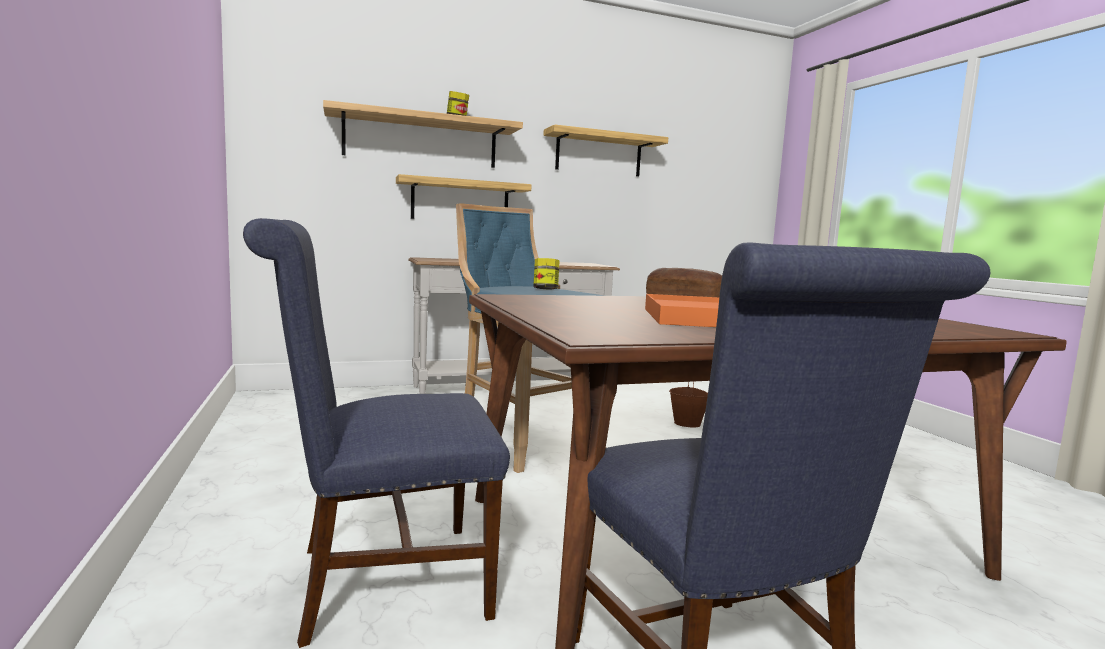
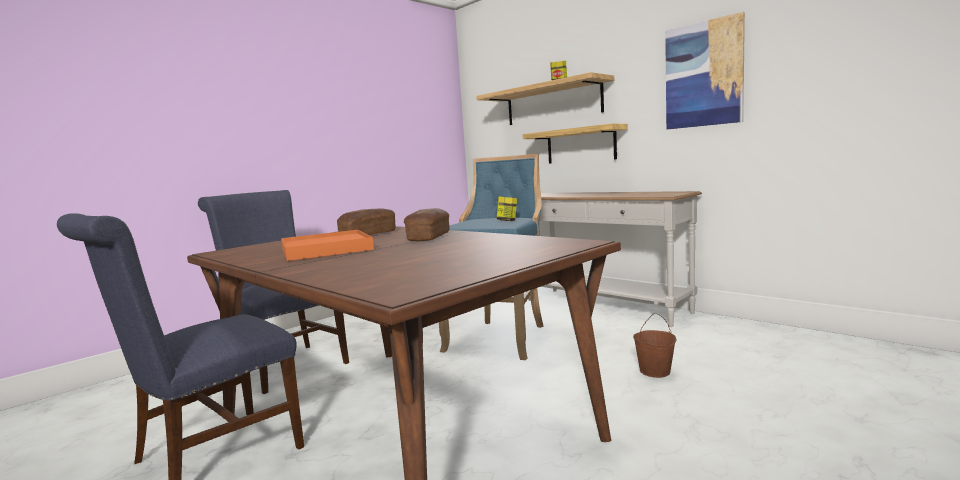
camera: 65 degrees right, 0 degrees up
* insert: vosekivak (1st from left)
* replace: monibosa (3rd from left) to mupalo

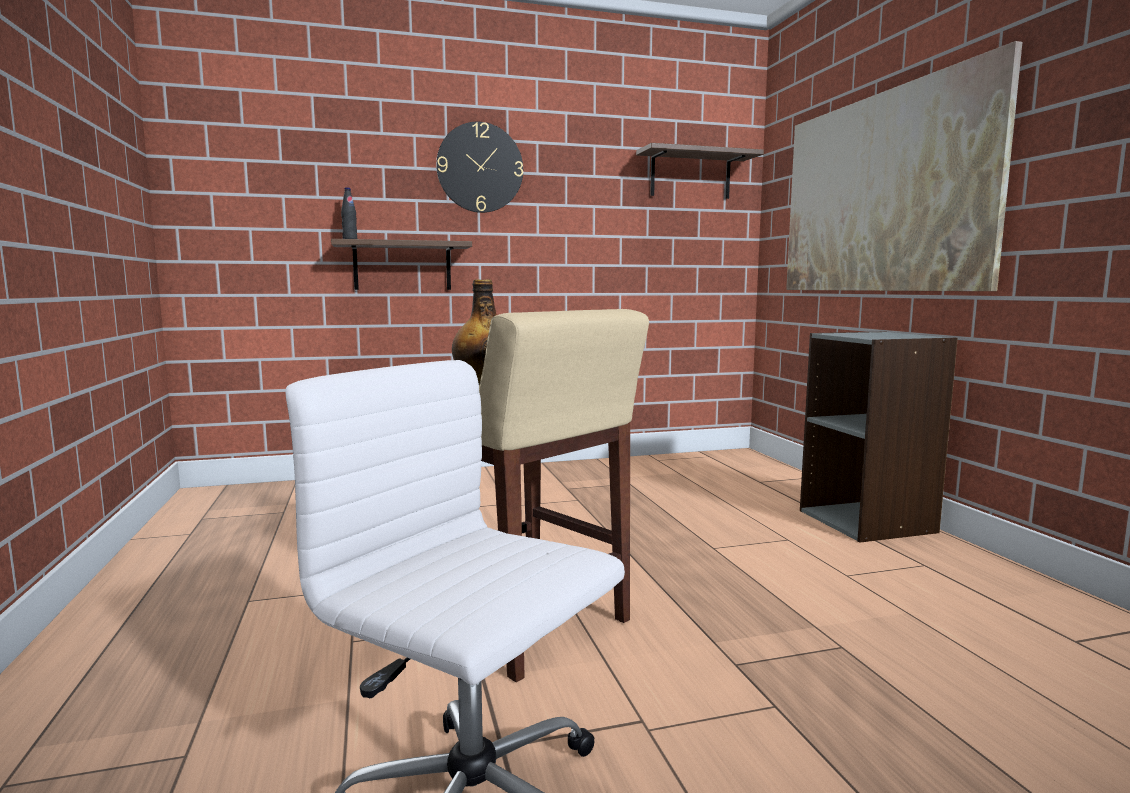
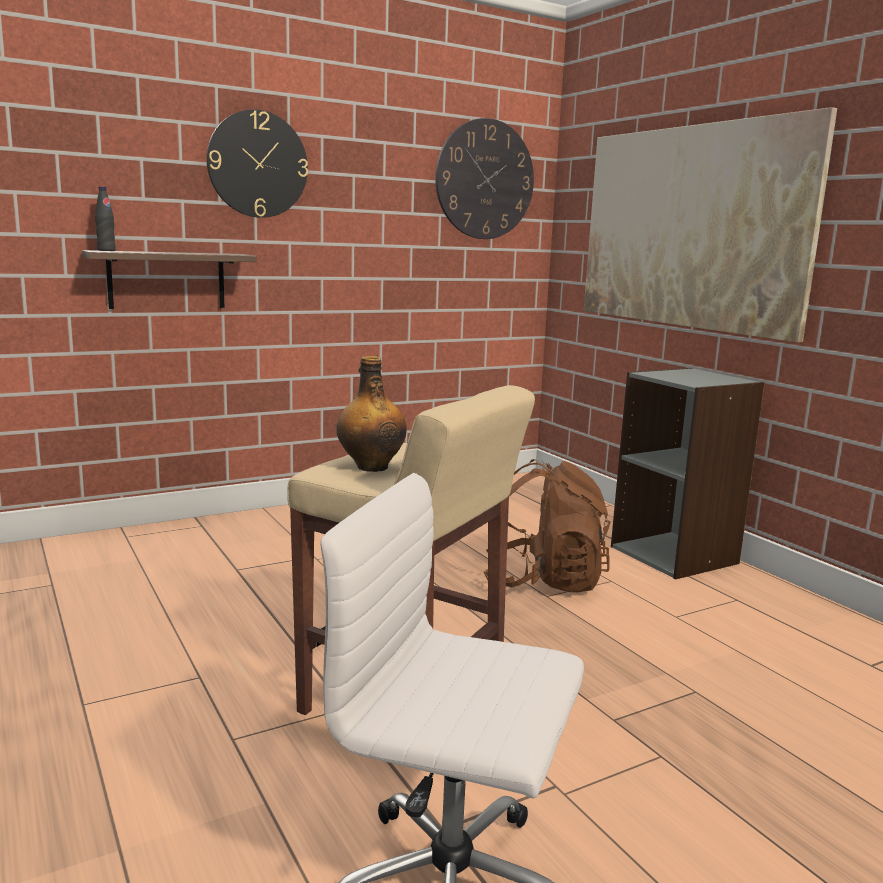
camera: 15 degrees left, 5 degrees up
* replace: monibosa (2nd from left) to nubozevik (2nd from left)
* insert: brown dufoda

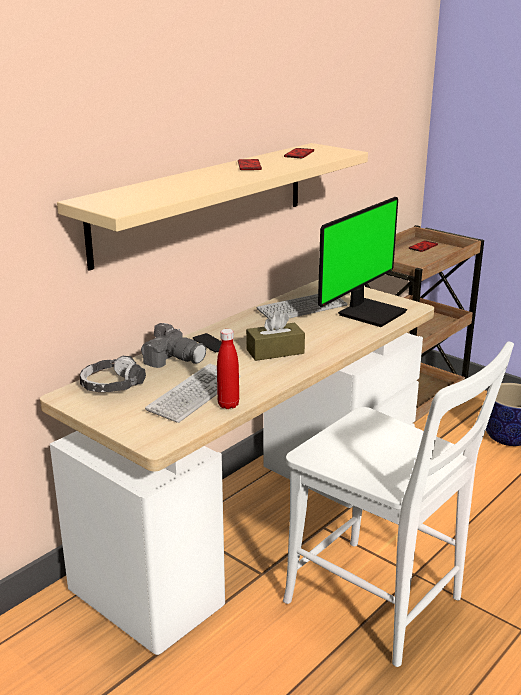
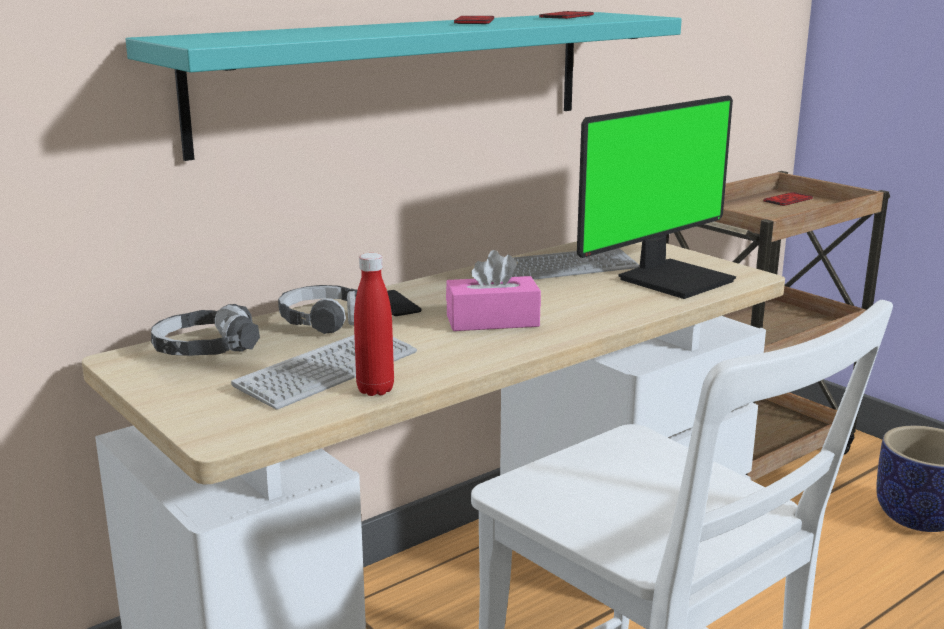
camera: 10 degrees right, 5 degrees down
* recolor: beige monibosa to turquoise monibosa
* replace: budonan to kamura (2nd from left)
* recolor: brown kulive to pink kulive

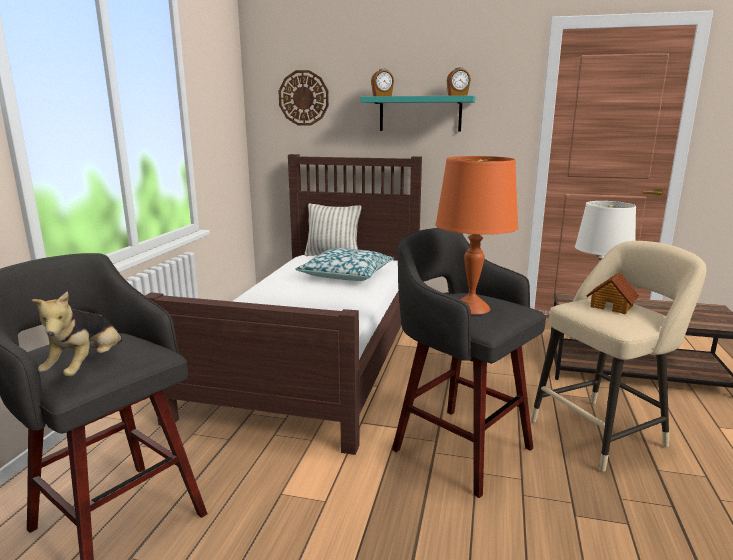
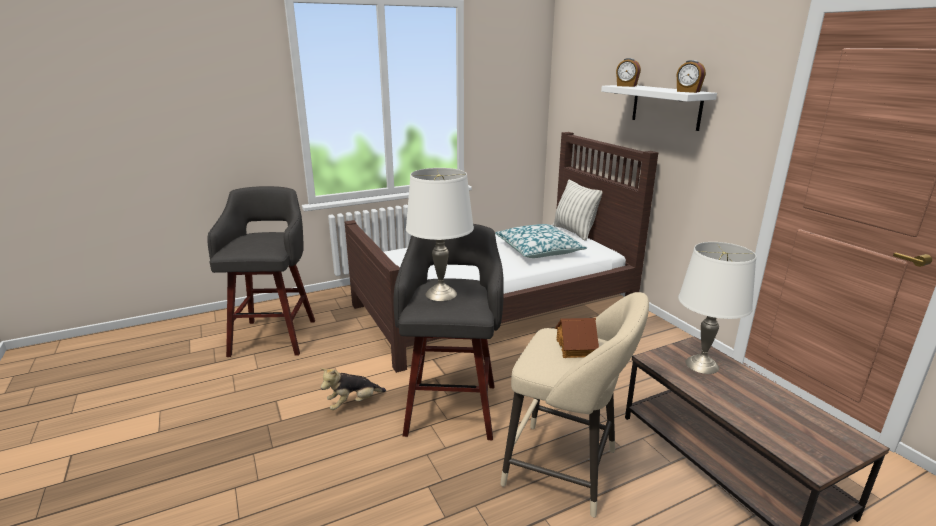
camera: 50 degrees right, 5 degrees up
* move: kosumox
* recolor: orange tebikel to white tebikel (1st from left)
* recolor: turquoise monibosa to white monibosa
* delete: nubozevik

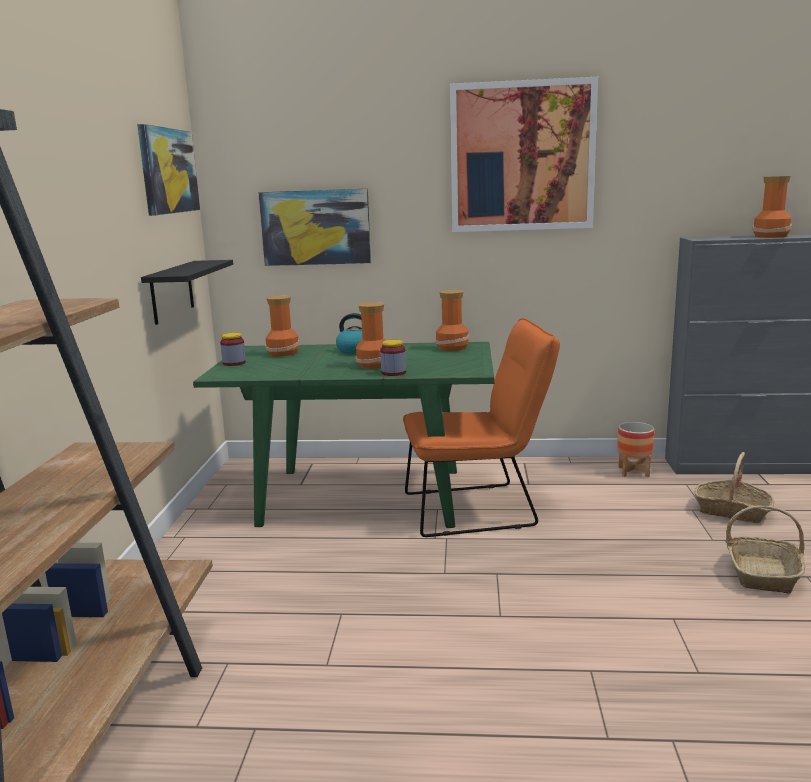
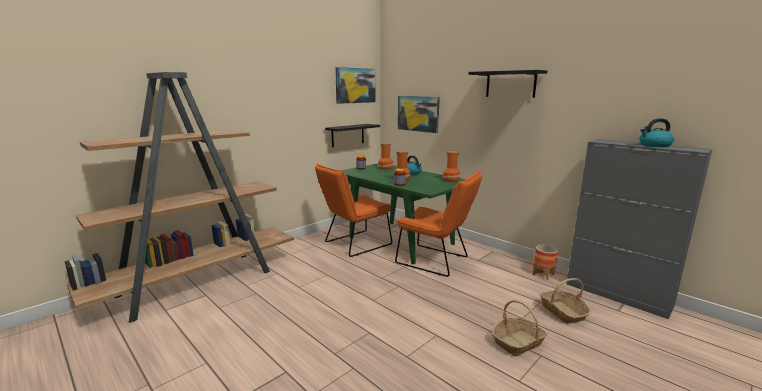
camera: 40 degrees right, 0 degrees up
* insert: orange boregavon (1st from left)
* replace: mupalo (3rd from left) to black monibosa (2nd from left)
* replace: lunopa (4th from left) to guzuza (2nd from left)

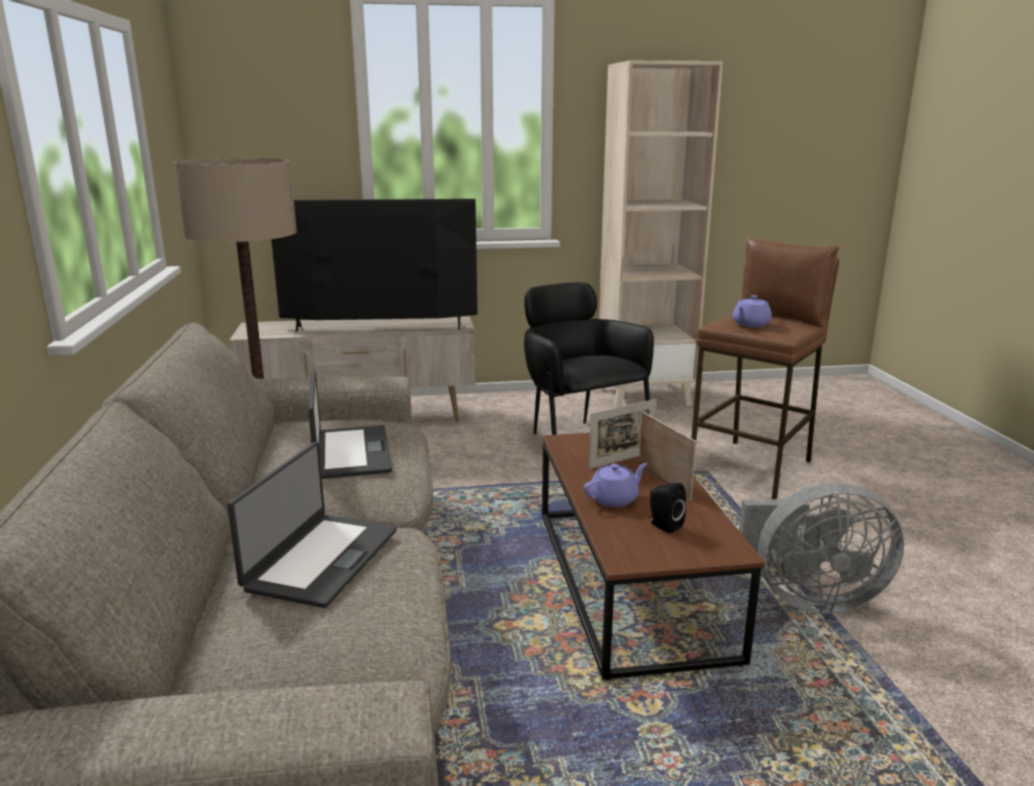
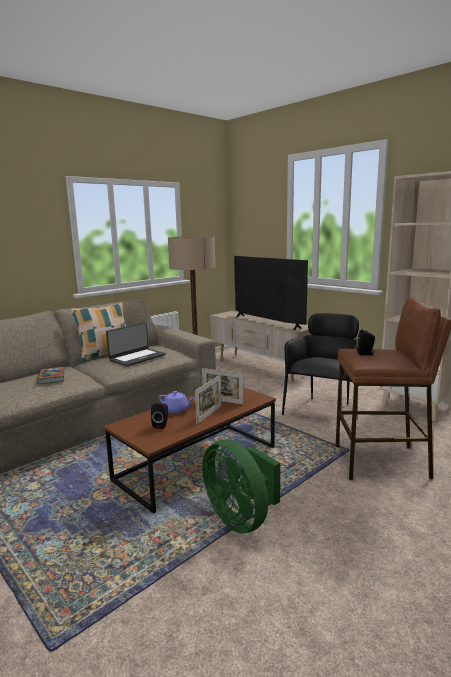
camera: 55 degrees right, 5 degrees down
* replace: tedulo (1st from left) to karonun
* insert: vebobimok
* recolor: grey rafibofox to green rafibofox
* replace: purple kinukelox (2nd from left) to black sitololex (2nd from left)

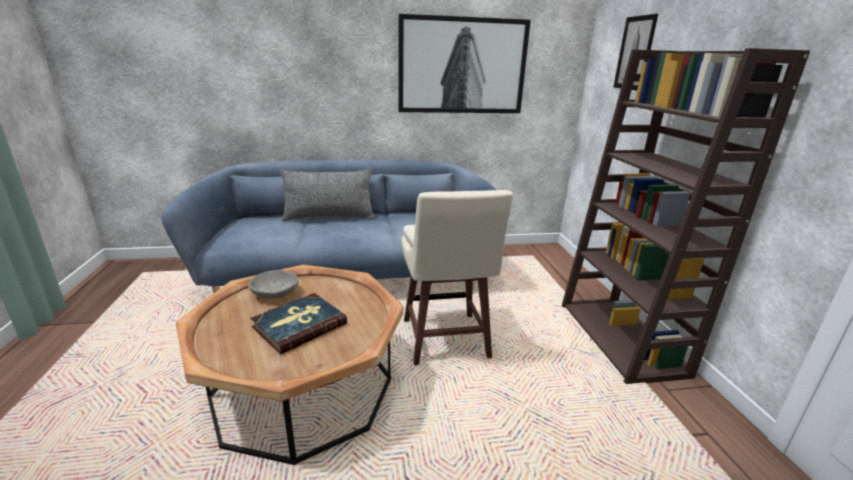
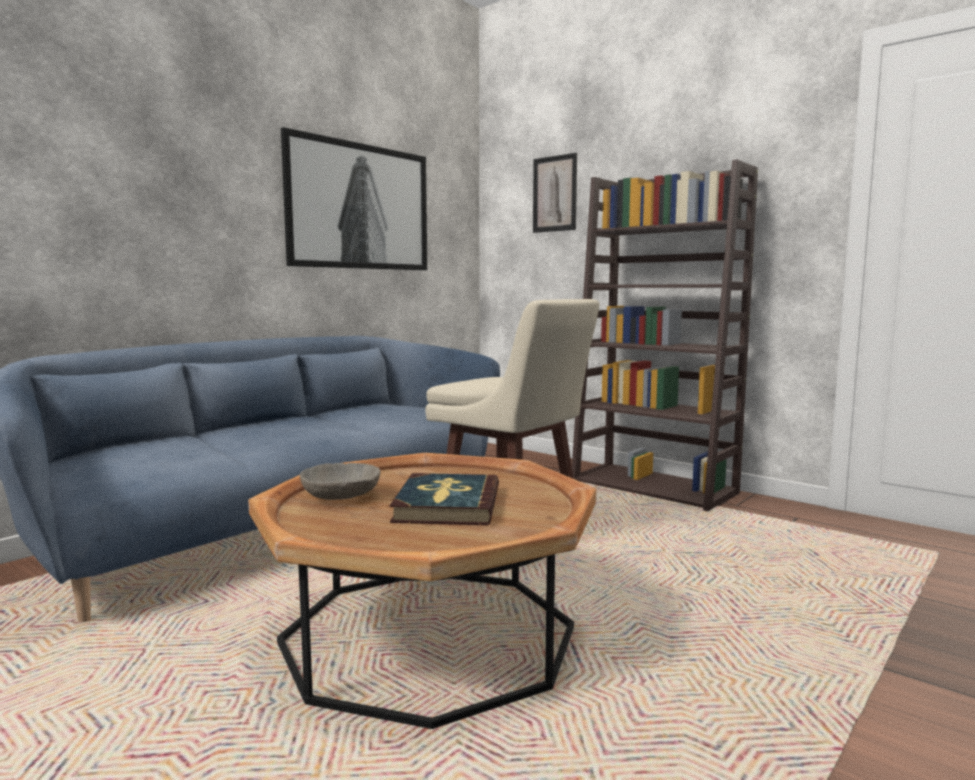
camera: 40 degrees left, 15 degrees down
* delete: grey vebobimok

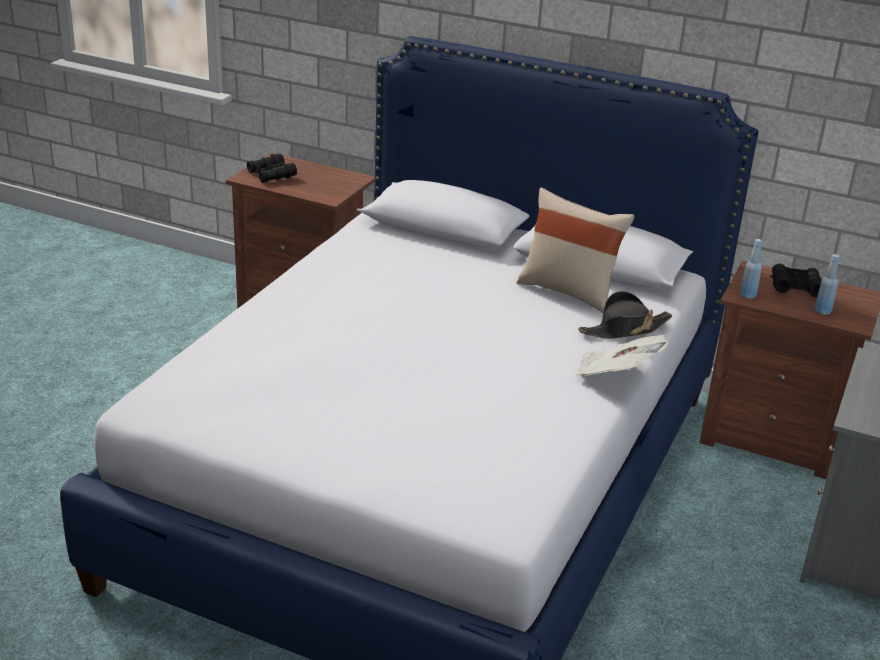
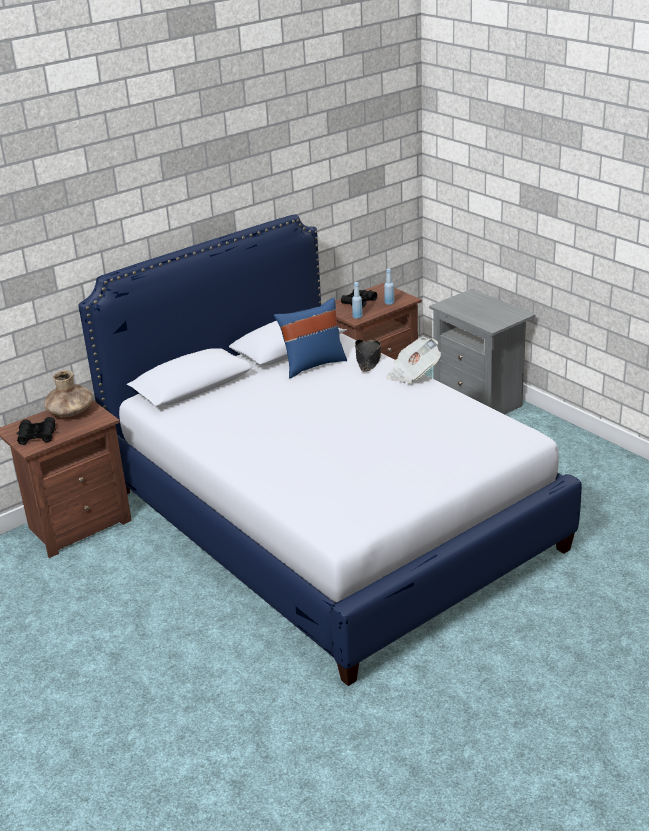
camera: 60 degrees left, 0 degrees up
* insert: brown lunopa
* recolor: beige vebobimok to blue vebobimok

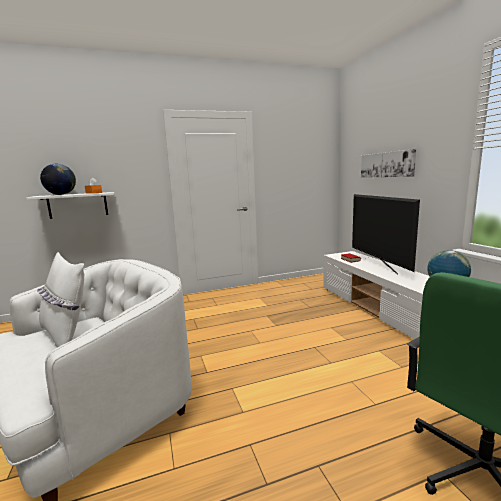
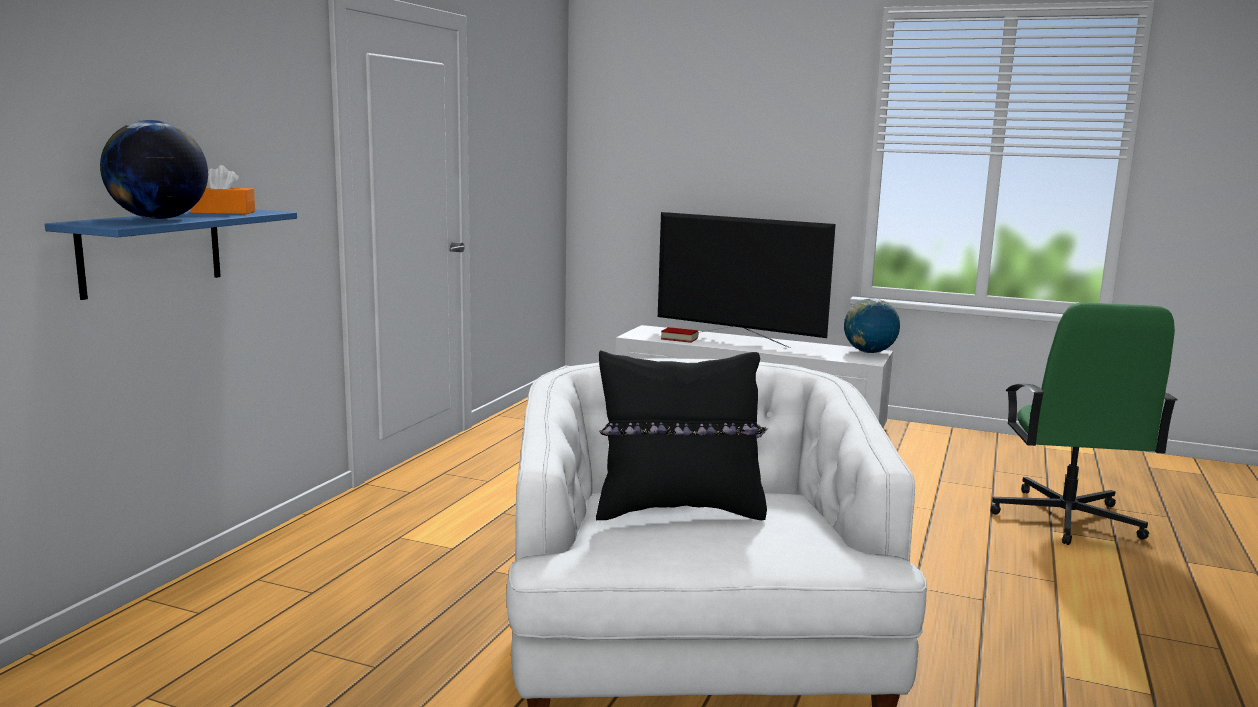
camera: 50 degrees left, 0 degrees up
* recolor: white monibosa to blue monibosa
* recolor: white vebobimok to black vebobimok
* delete: mupalo

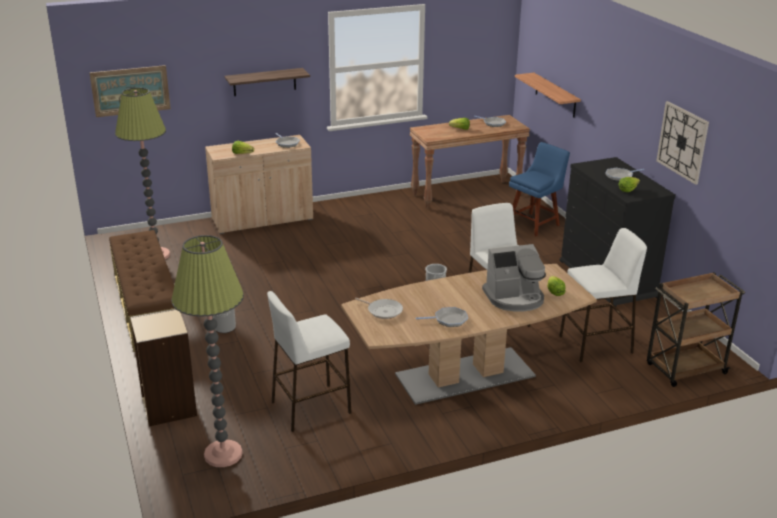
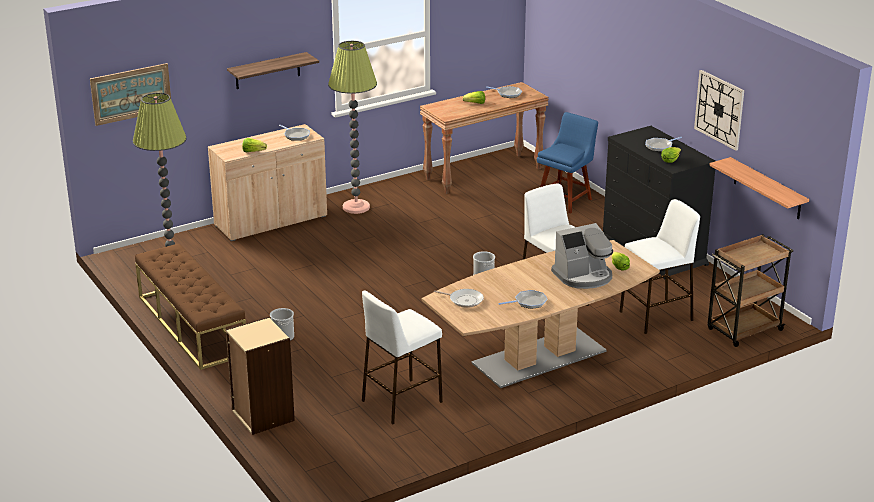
camera: 10 degrees left, 0 degrees up
* move: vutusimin (2nd from left)
* move: monibosa (2nd from left)

